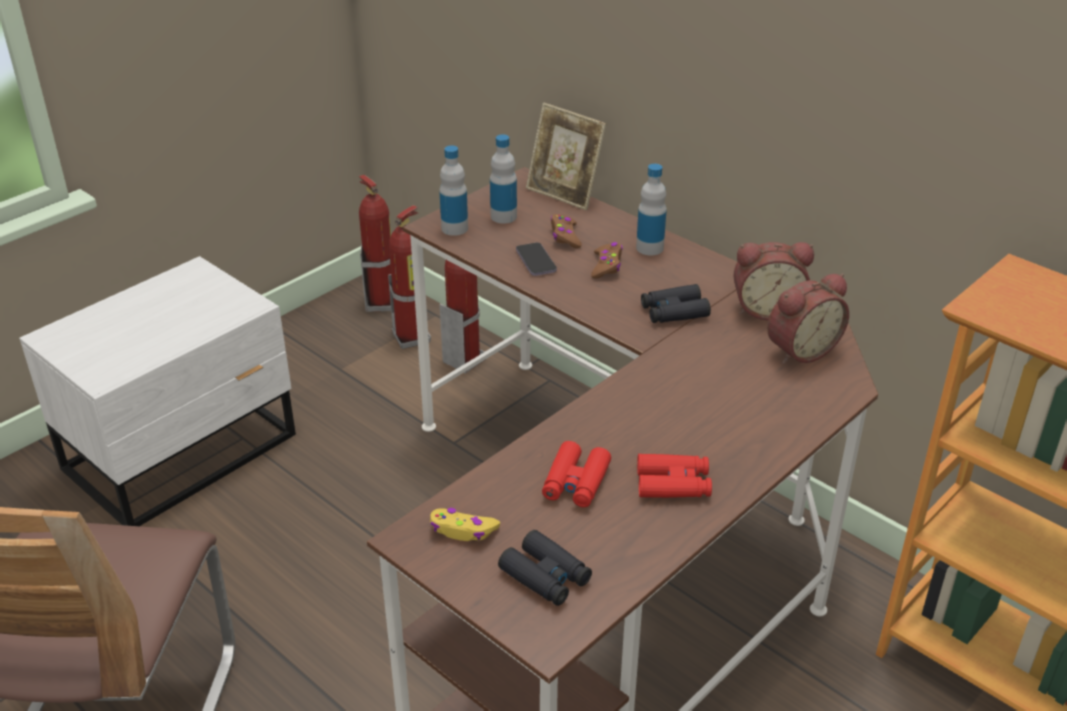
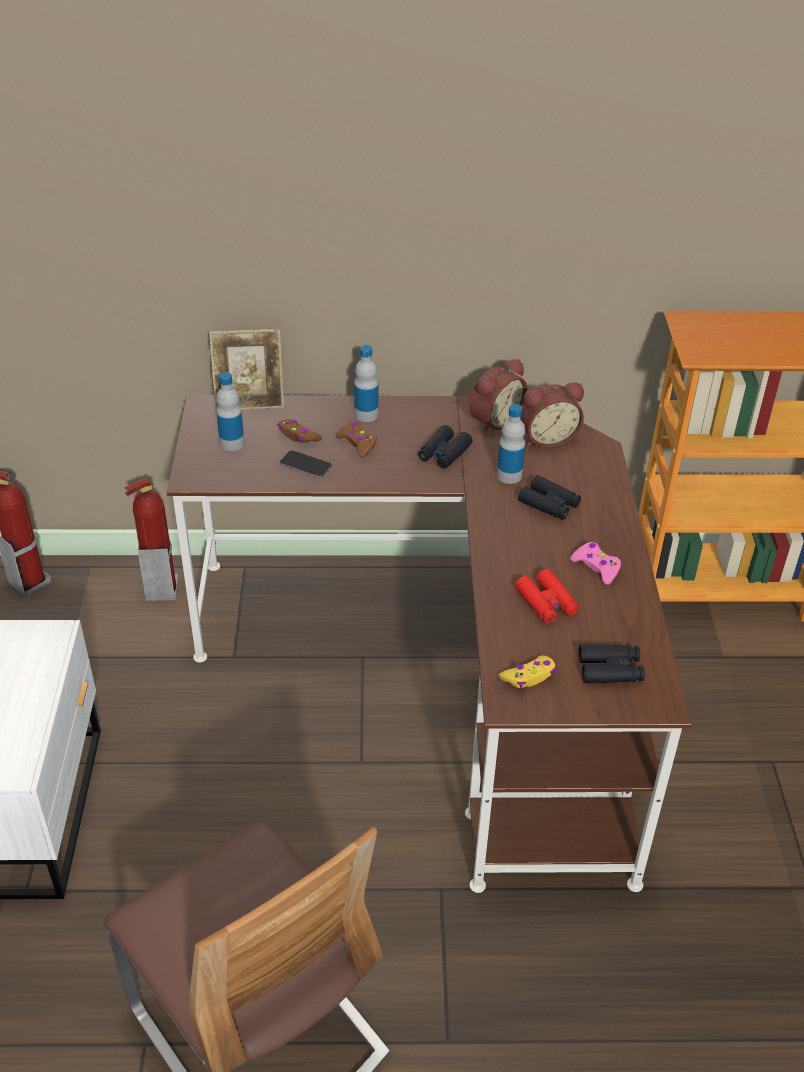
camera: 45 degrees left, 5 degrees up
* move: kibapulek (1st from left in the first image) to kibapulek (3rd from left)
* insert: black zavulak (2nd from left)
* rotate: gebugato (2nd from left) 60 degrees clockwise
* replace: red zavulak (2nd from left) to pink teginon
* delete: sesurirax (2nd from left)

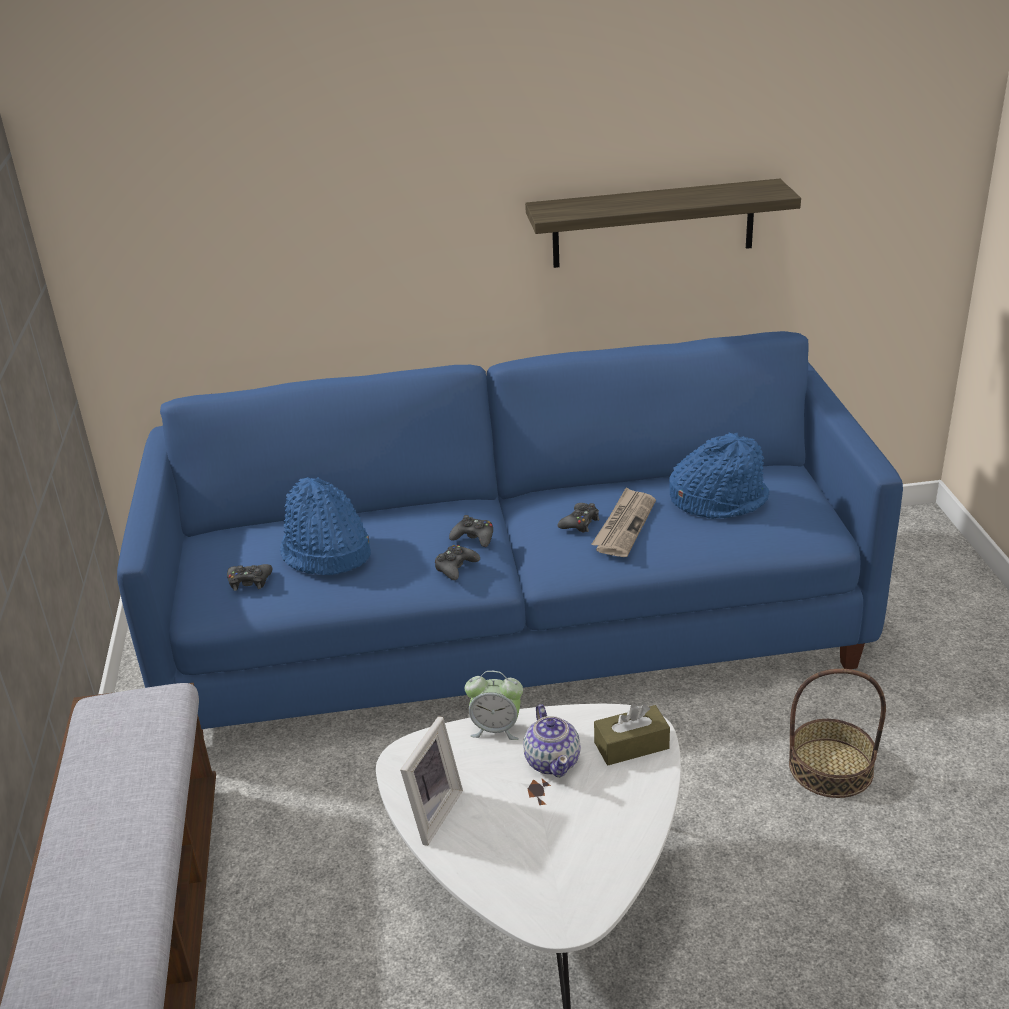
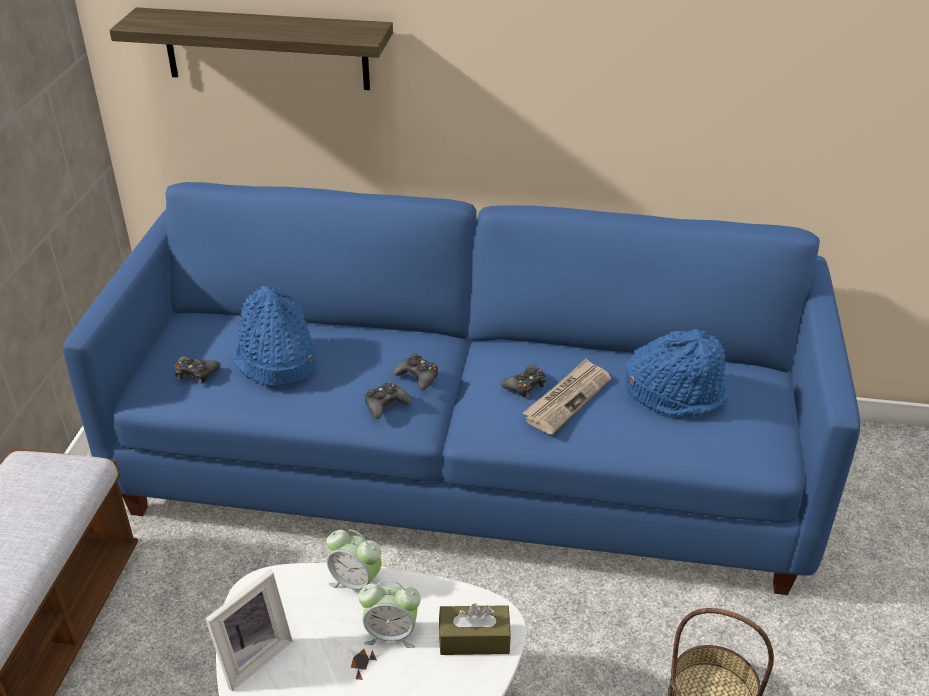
camera: 15 degrees right, 5 degrees up
* move: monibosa
* replace: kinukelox to gebugato (2nd from left)

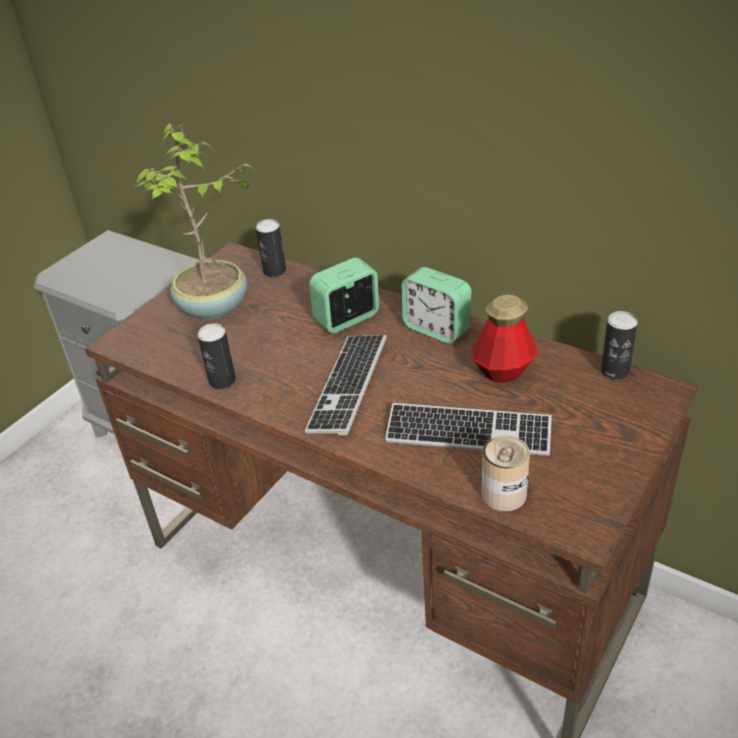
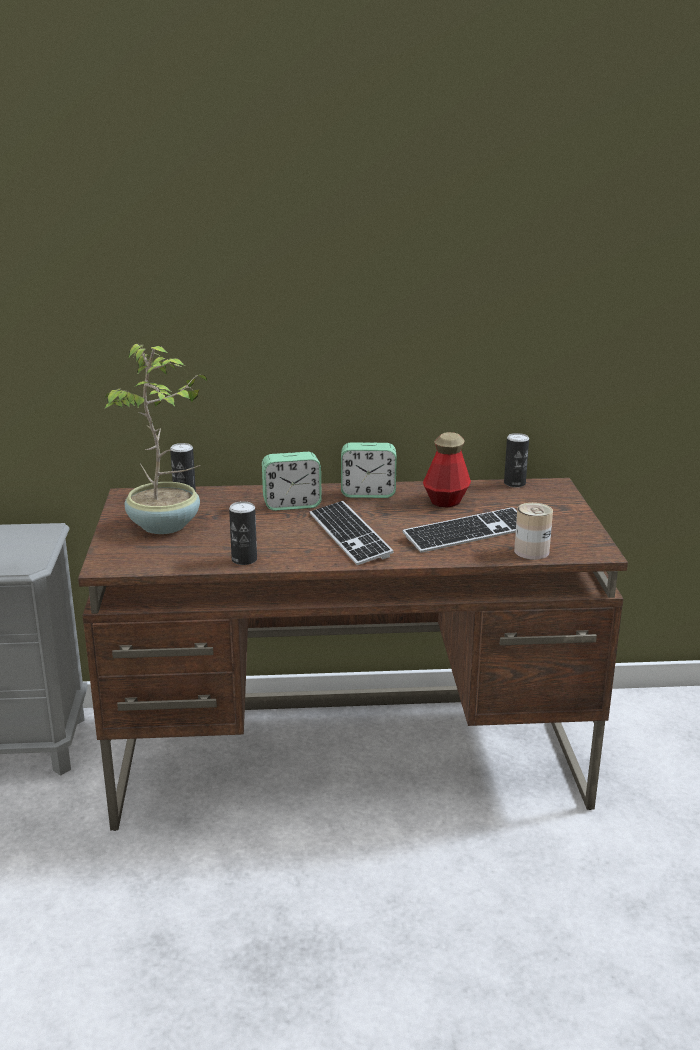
camera: 40 degrees left, 15 degrees down
* rotate: gebugato (1st from left) 120 degrees counterclockwise

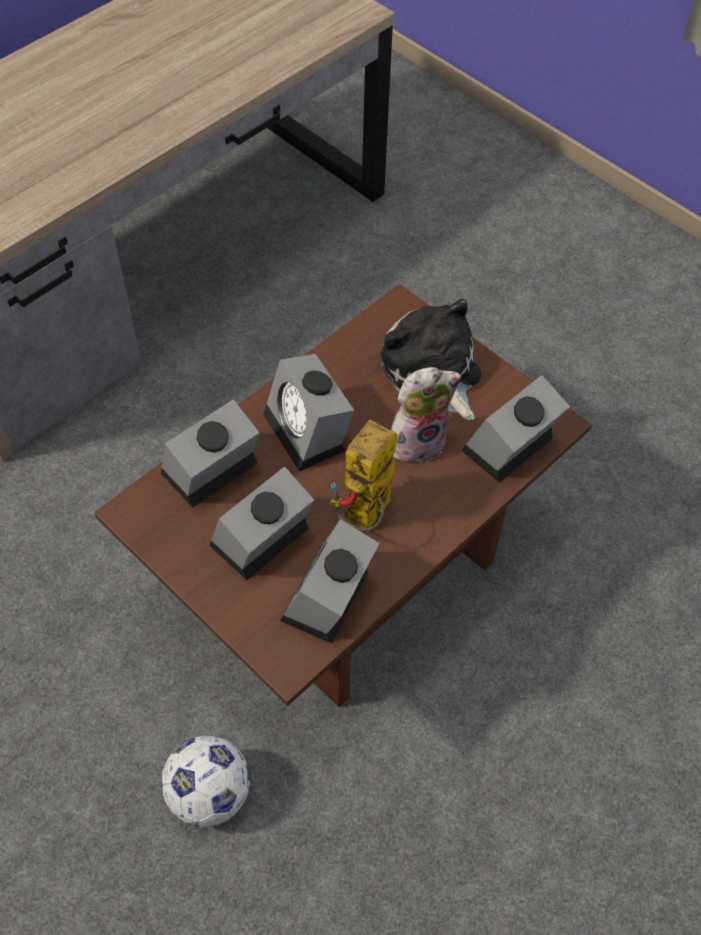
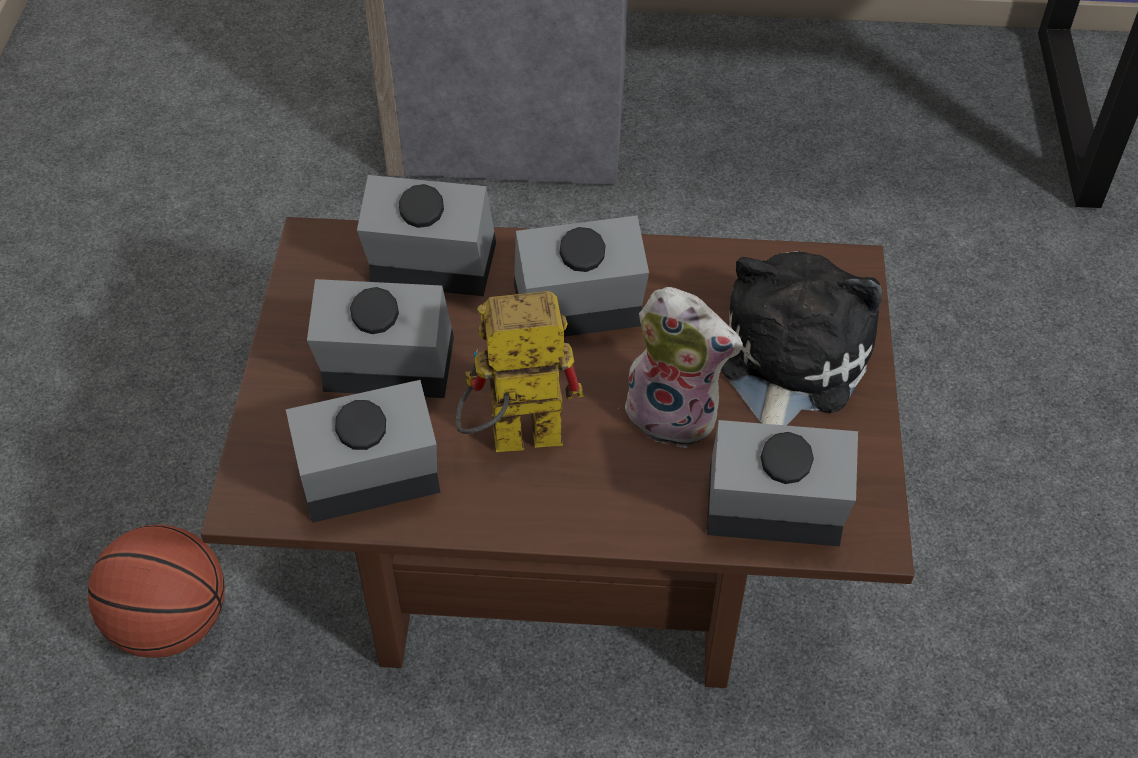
camera: 50 degrees right, 5 degrees down
* replace: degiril to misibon
* rotate: gebugato (3rd from left in the first image) 60 degrees clockwise

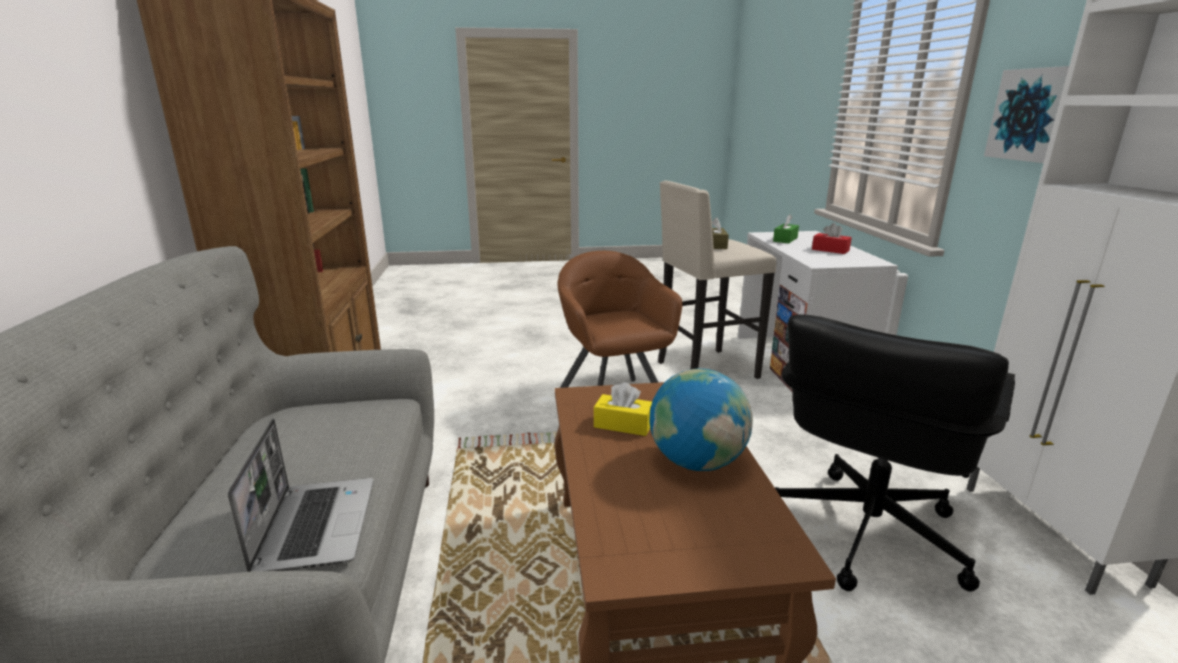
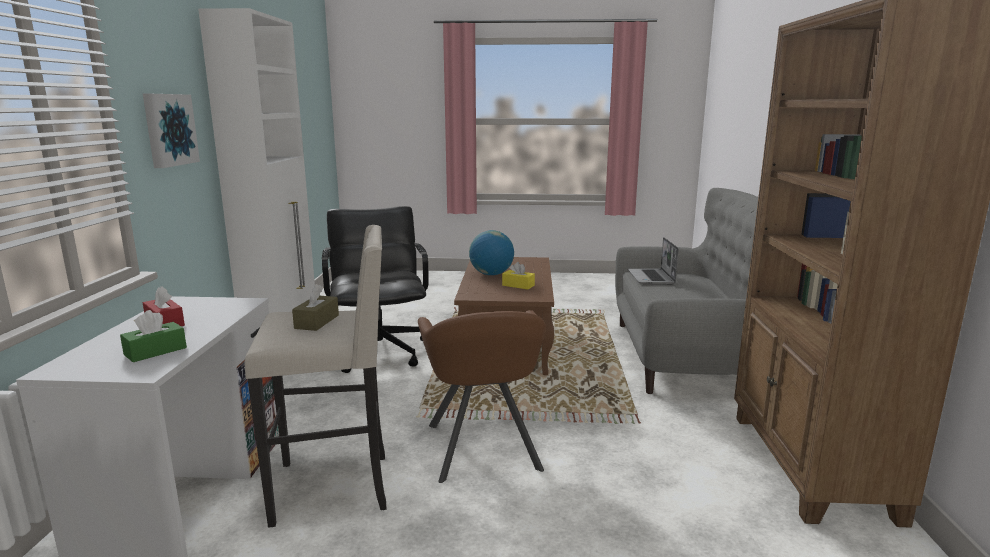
camera: 170 degrees left, 5 degrees down
* rotate: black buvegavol 60 degrees counterclockwise

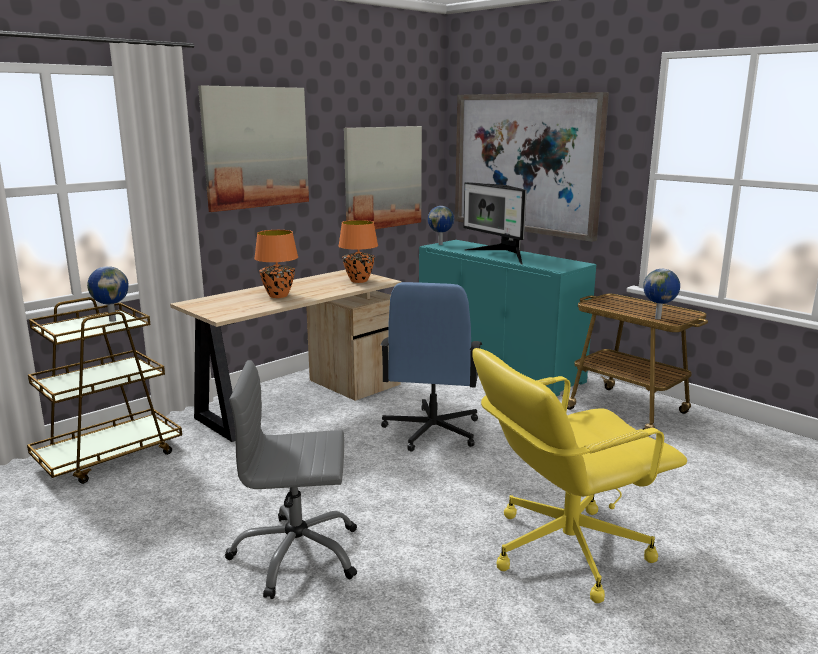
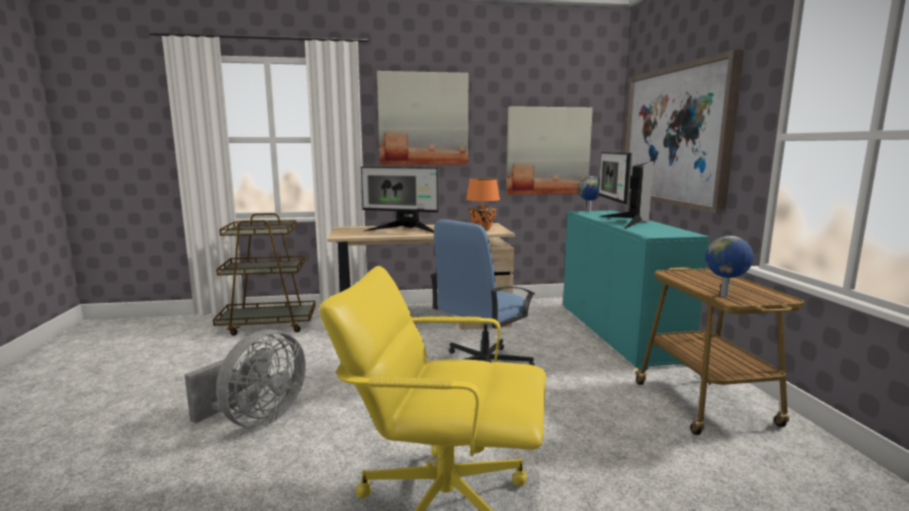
camera: 35 degrees right, 5 degrees down
* replace: grey buvegavol to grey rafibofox
* replace: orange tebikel (1st from left) to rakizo (1st from left)
* delete: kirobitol (1st from left)

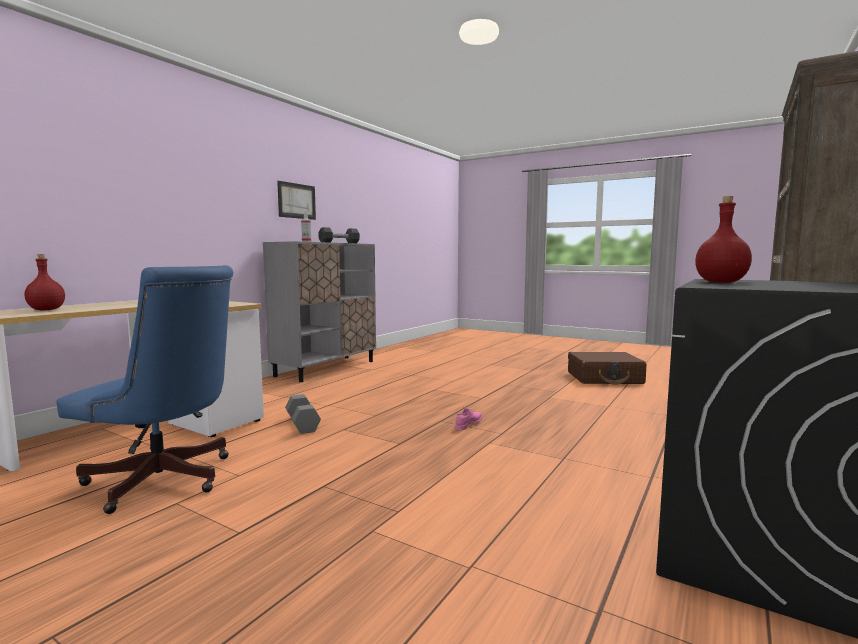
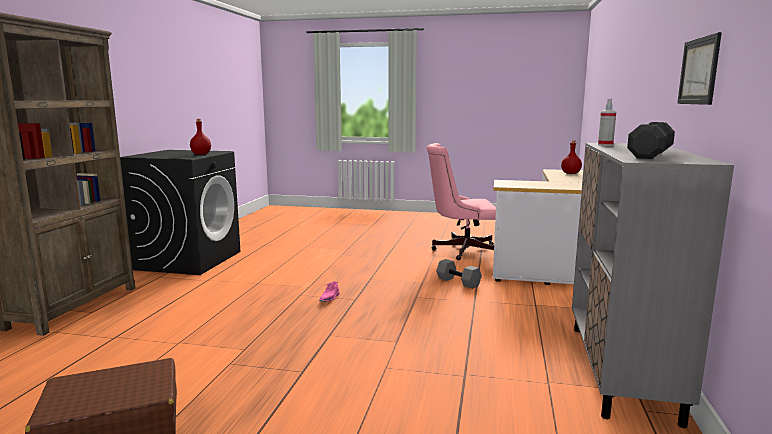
camera: 160 degrees right, 5 degrees up
* recolor: blue buvegavol to pink buvegavol

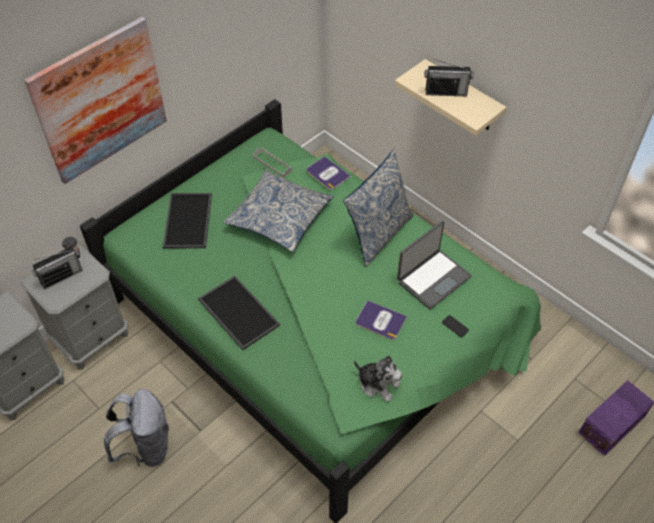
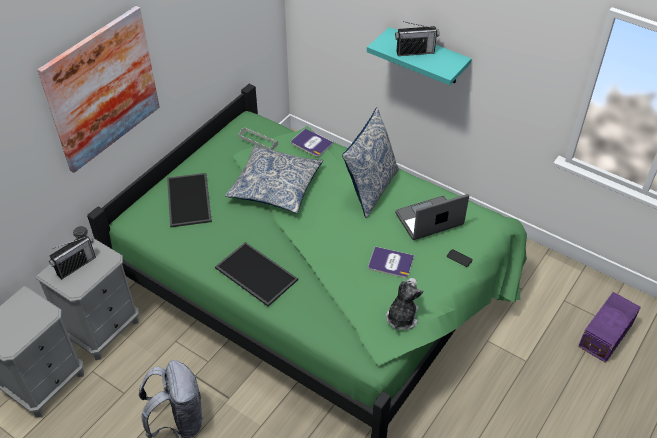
camera: 10 degrees left, 5 degrees down
* recolor: beige monibosa to turquoise monibosa
* rotate: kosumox 90 degrees counterclockwise
* rotate: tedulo 150 degrees counterclockwise

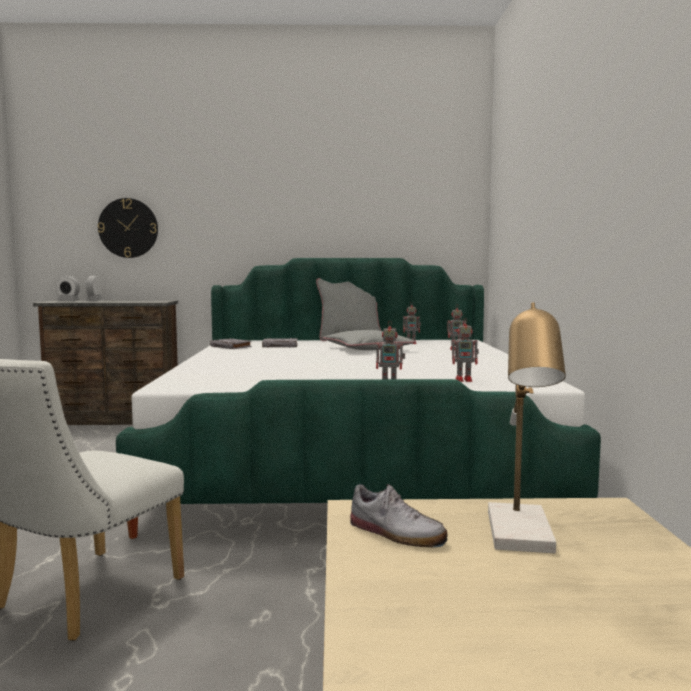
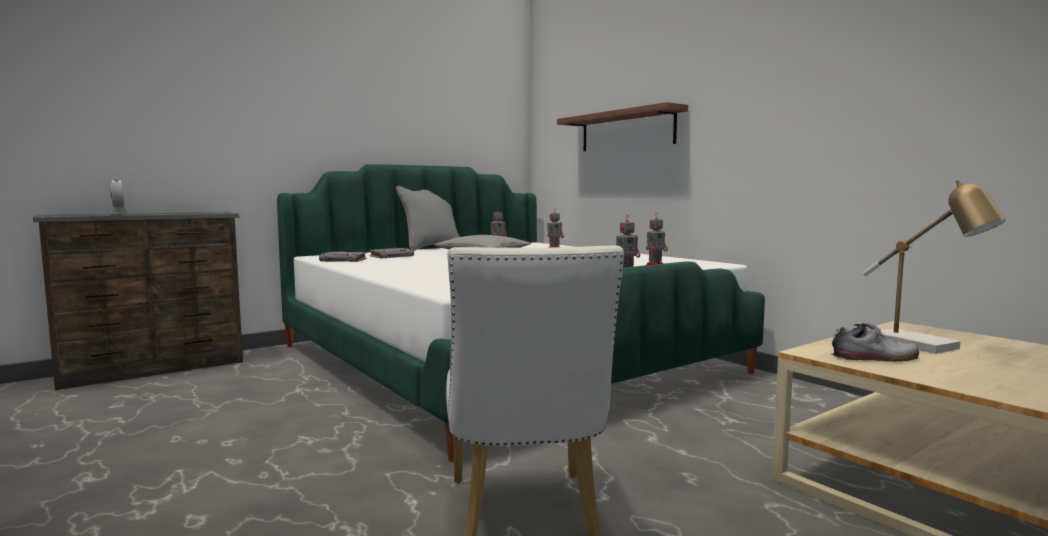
camera: 35 degrees left, 0 degrees up
* insert: monibosa
* delete: gebugato (1st from left)
* delete: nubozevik

